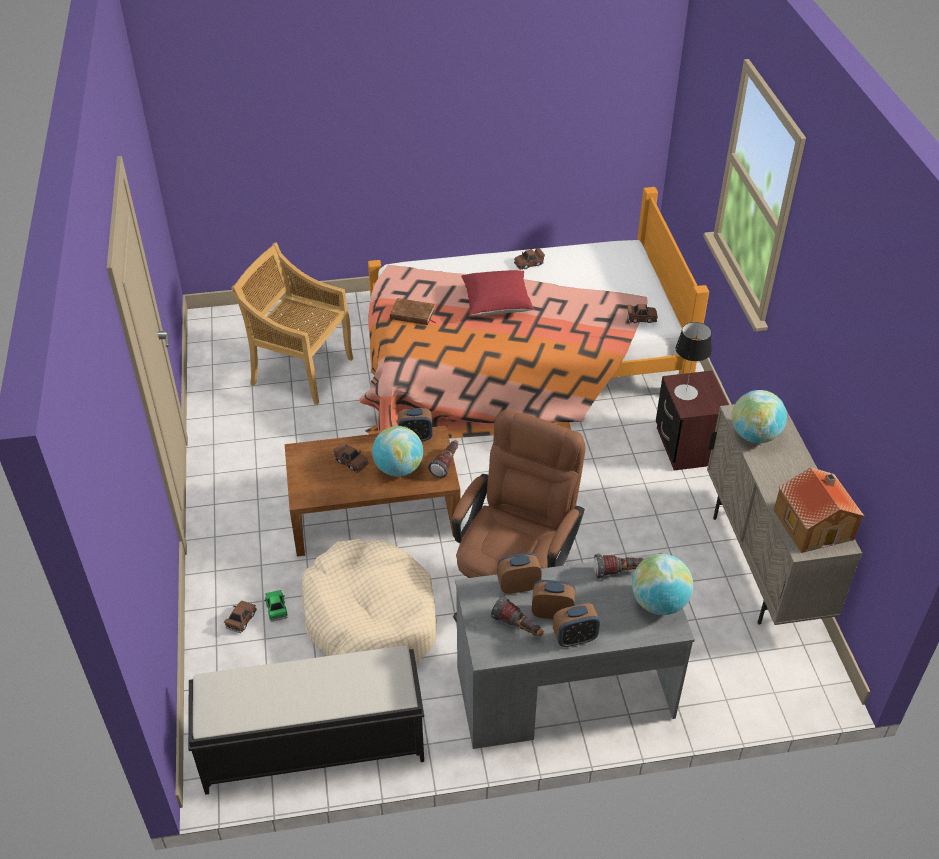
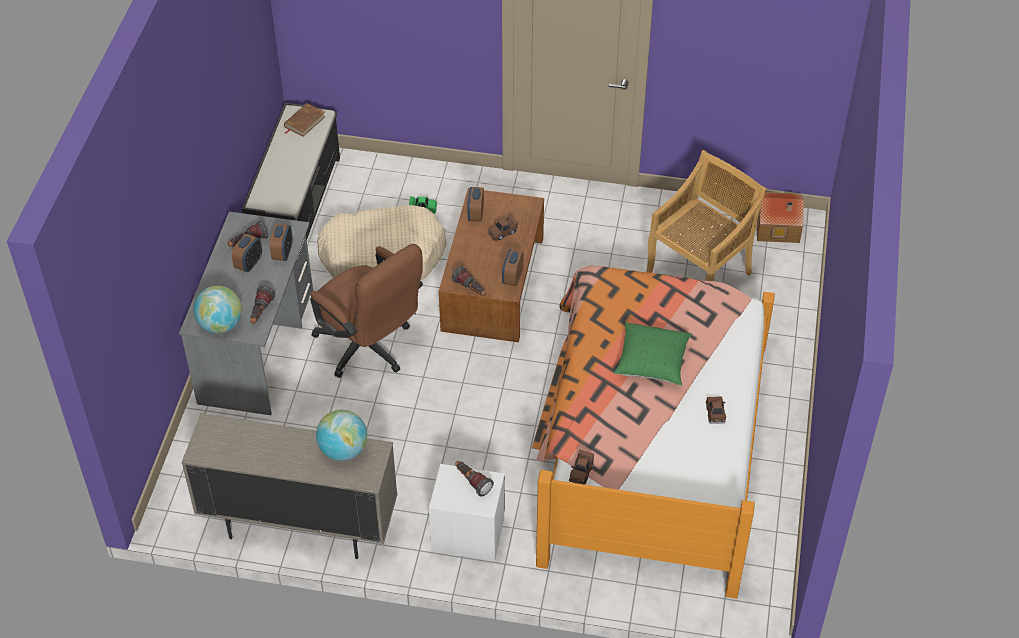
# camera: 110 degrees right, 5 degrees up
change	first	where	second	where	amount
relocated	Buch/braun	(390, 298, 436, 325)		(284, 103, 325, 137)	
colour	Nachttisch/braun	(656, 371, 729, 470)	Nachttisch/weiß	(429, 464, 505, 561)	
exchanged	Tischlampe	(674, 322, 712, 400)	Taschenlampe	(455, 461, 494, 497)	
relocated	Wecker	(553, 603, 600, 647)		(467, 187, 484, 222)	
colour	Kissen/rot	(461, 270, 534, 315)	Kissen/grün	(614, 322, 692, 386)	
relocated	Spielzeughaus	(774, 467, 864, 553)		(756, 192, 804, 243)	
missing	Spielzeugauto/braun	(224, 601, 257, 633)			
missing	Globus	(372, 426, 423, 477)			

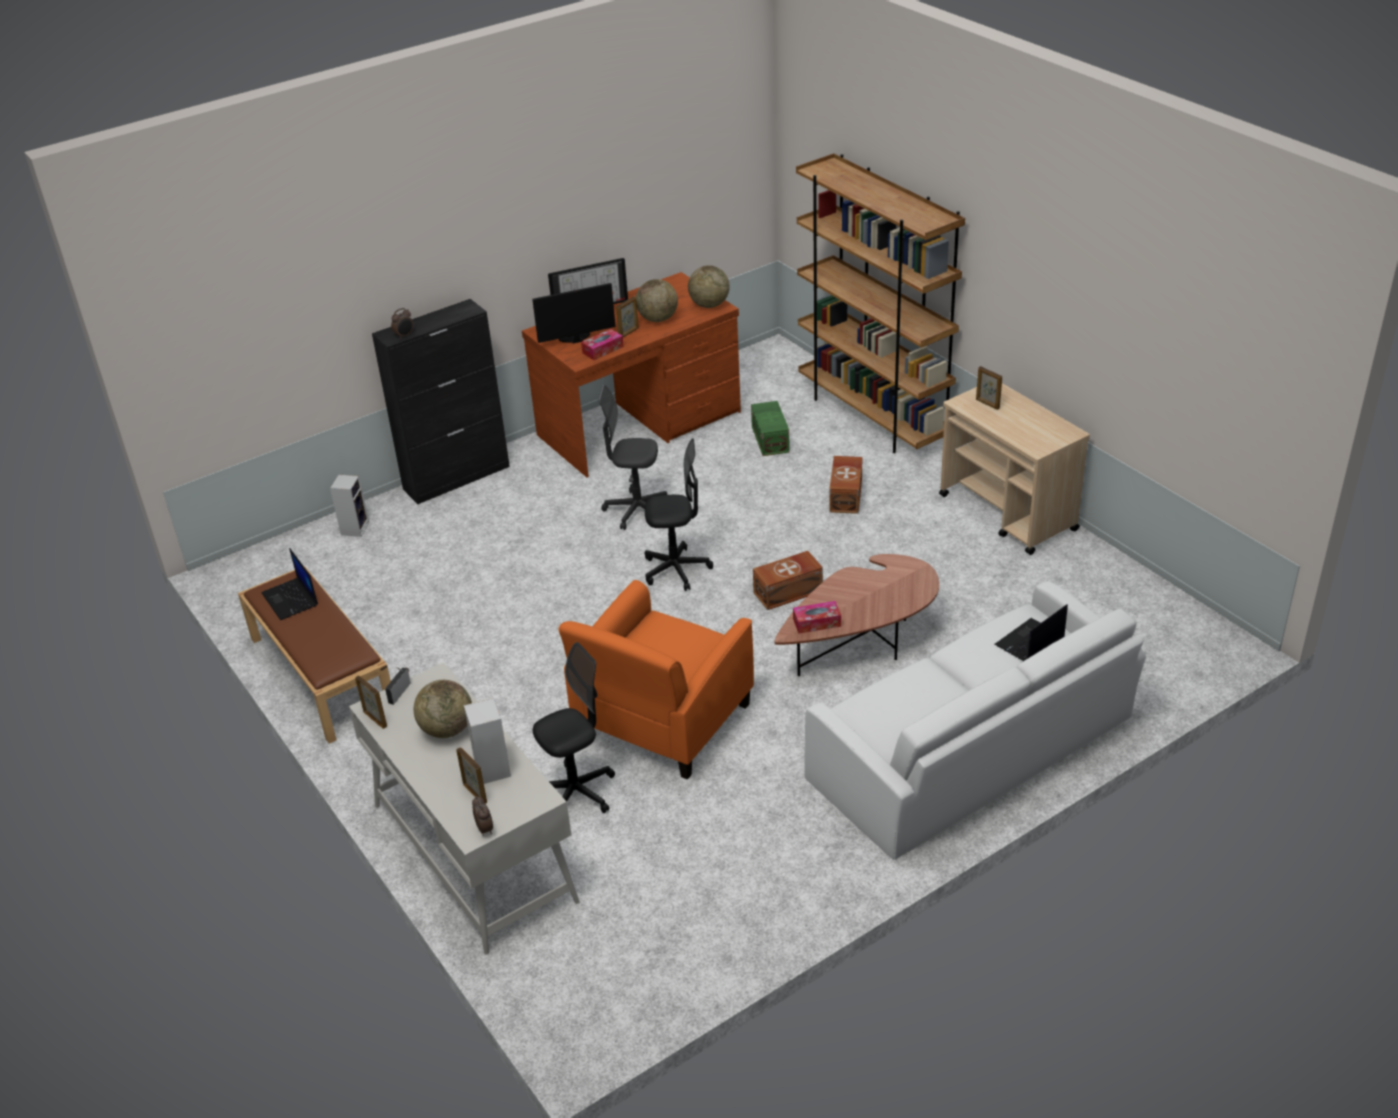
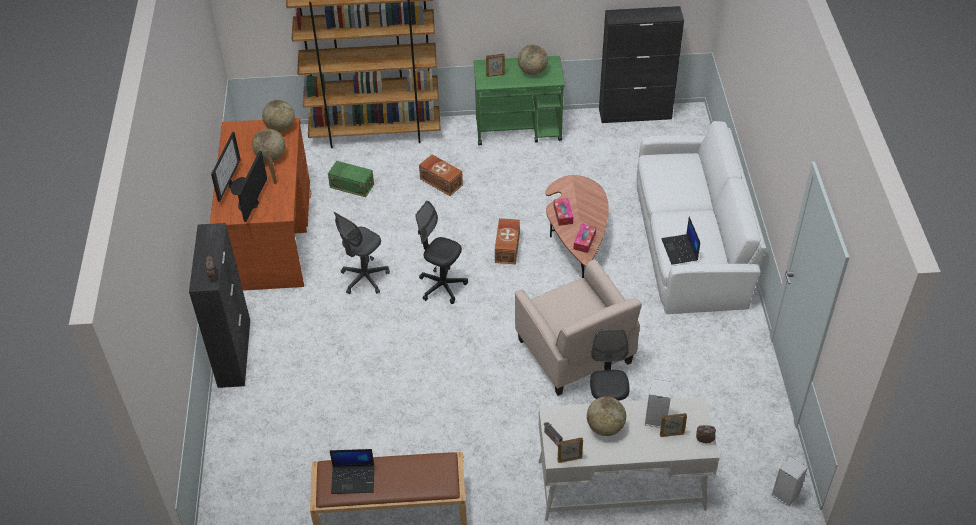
# camera: 60 degrees left, 10 degrees up
change	first	where	second	where	amount
spun	Bürostuhl/schwarz	(645, 438, 713, 591)		(415, 201, 468, 304)	90 degrees counterclockwise
colour	Rollwagen/beige	(939, 383, 1090, 555)	Rollwagen/grün	(474, 56, 565, 145)	
colour	Sessel/orange	(559, 580, 754, 780)	Sessel/beige	(515, 259, 642, 396)	
appeared			Globus	(518, 44, 548, 75)	
relocated	Taschentuchbox	(581, 329, 624, 360)		(554, 198, 573, 226)	
appeared			Schrank/schwarz	(599, 6, 684, 123)	
relocated	Laptop	(994, 604, 1068, 661)		(661, 217, 700, 265)	
relocated	Lautsprecher	(330, 475, 369, 537)		(772, 456, 808, 507)	

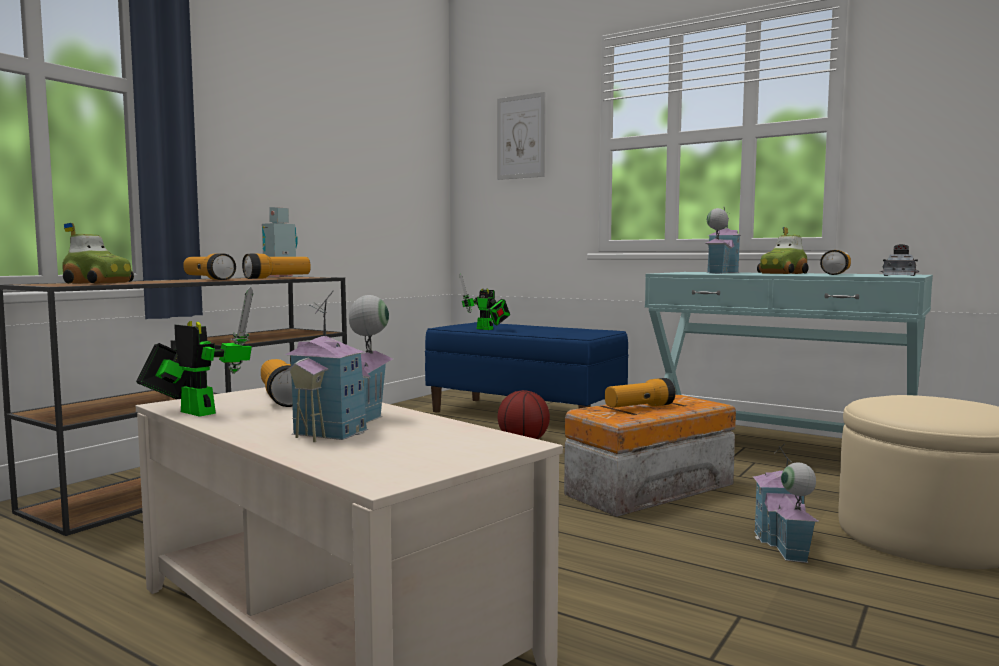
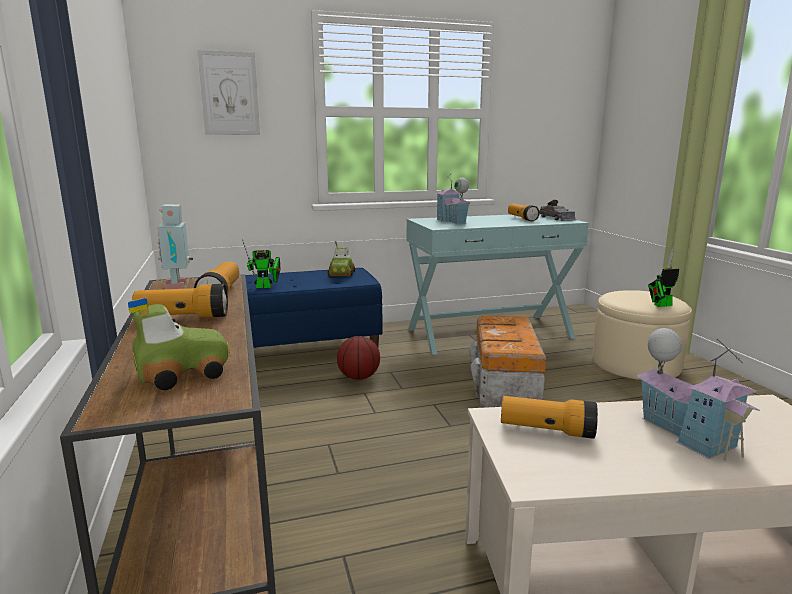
# camera: 50 degrees left, 10 degrees up
change	first	where	second	where	amount
relocated	Spielzeugauto	(757, 227, 809, 274)		(328, 241, 355, 276)	
relocated	Spielzeugroboter	(136, 286, 253, 417)		(648, 248, 679, 307)	
missing	Taschenlampe	(605, 378, 676, 408)			
missing	Spielzeughaus	(753, 444, 818, 563)			

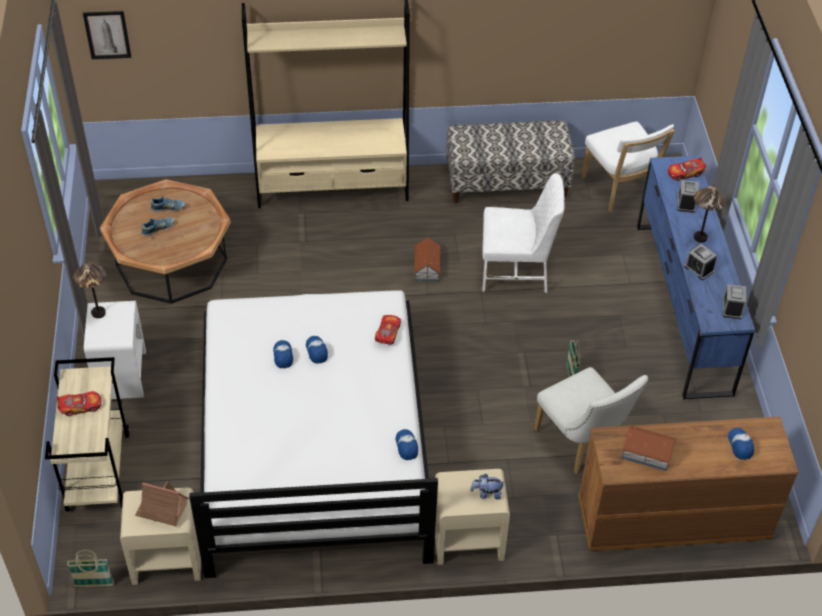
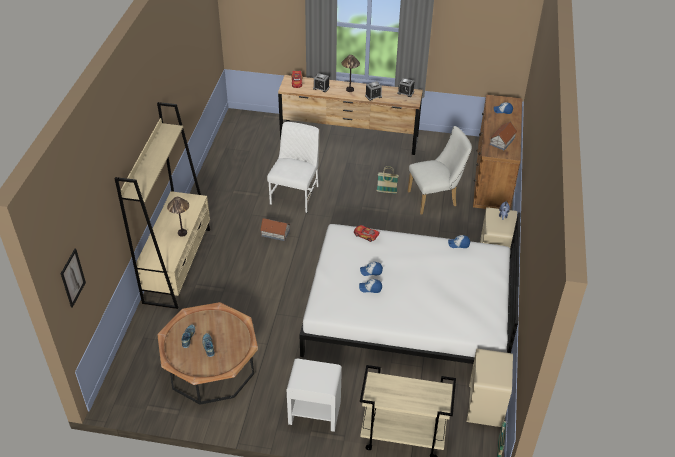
# camera: 75 degrees left, 5 degrees down
change	first	where	second	where	amount
relocated	Tischlampe	(73, 262, 107, 318)		(167, 197, 189, 237)	
colour	Kommode/blau	(637, 156, 755, 400)	Kommode/braun	(278, 75, 423, 155)	
missing	Spielzeugauto	(57, 391, 101, 416)			
missing	Spielzeughaus	(135, 481, 189, 526)			
missing	Bank	(447, 120, 575, 203)			
missing	Stuhl/weiß	(581, 122, 675, 212)			

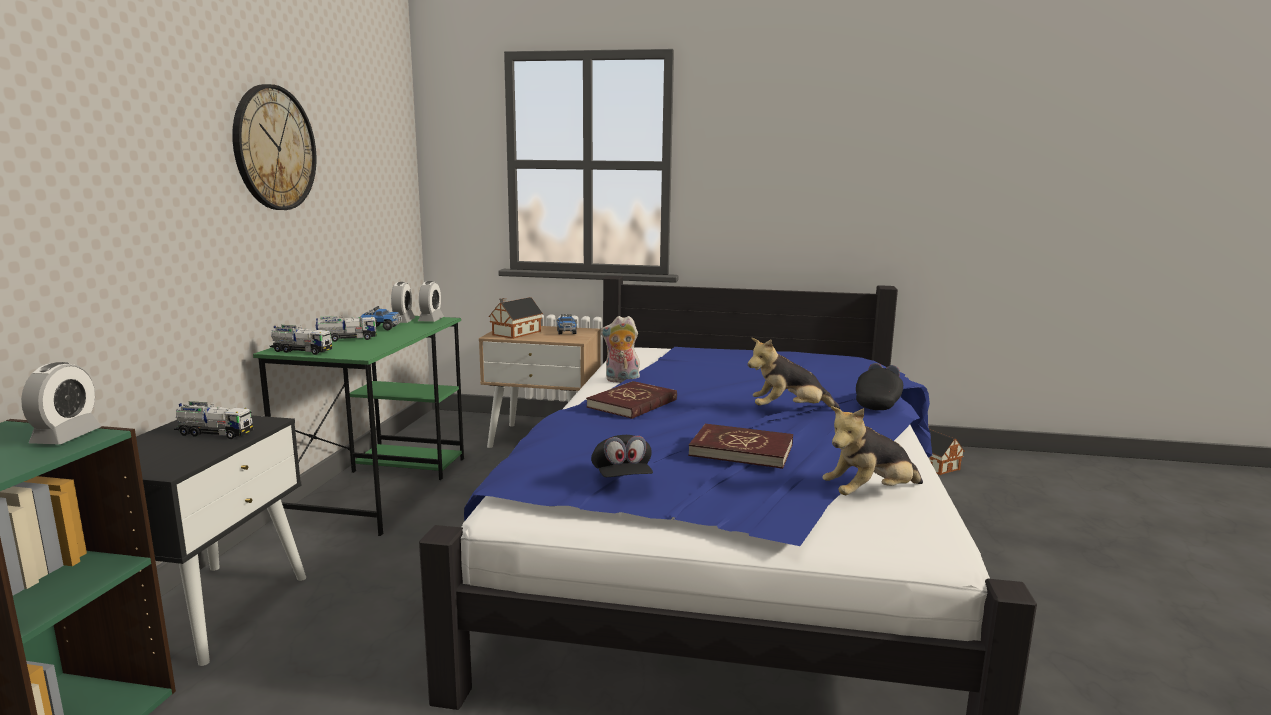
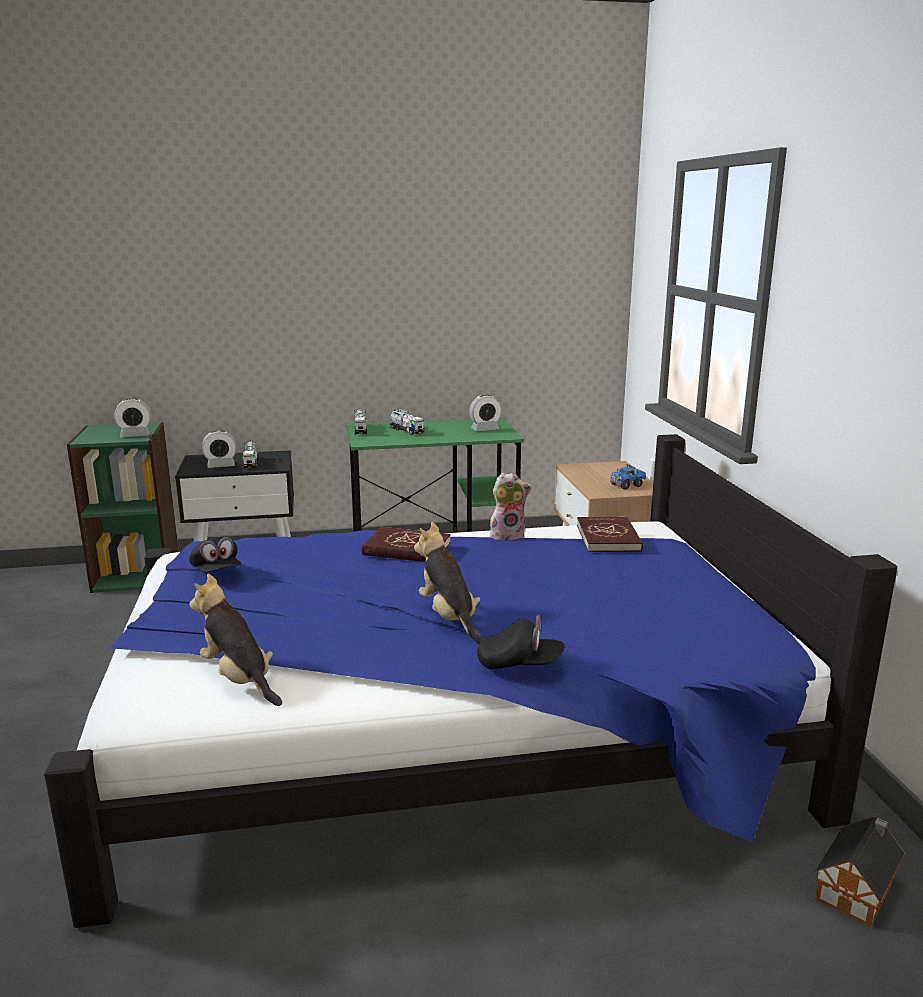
# camera: 70 degrees right, 5 degrees up
change	first	where	second	where	amount
spun	Kappe/schwarz	(591, 435, 653, 477)		(189, 537, 241, 572)	90 degrees counterclockwise
relocated	Wecker	(418, 281, 444, 322)		(202, 430, 236, 468)	
spun	Plüschtier	(600, 316, 640, 383)		(490, 473, 532, 540)	90 degrees clockwise
relocated	Buch/rot	(688, 424, 793, 469)		(577, 517, 643, 552)	
missing	Wanduhr	(232, 84, 316, 210)			
missing	Spielzeuglaster	(360, 306, 402, 330)			
missing	Spielzeughaus	(489, 297, 543, 339)			

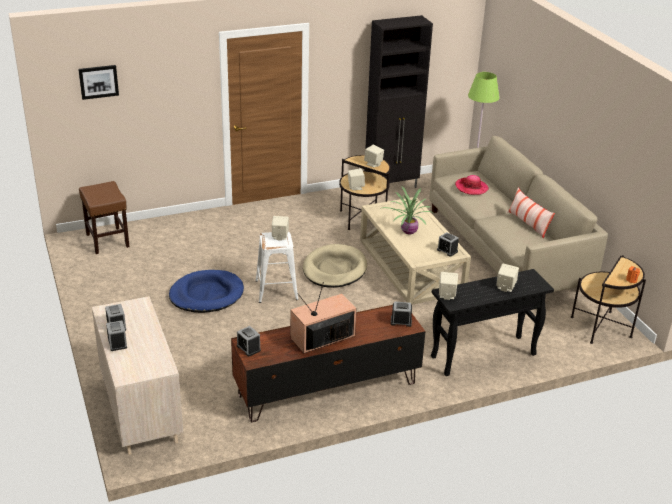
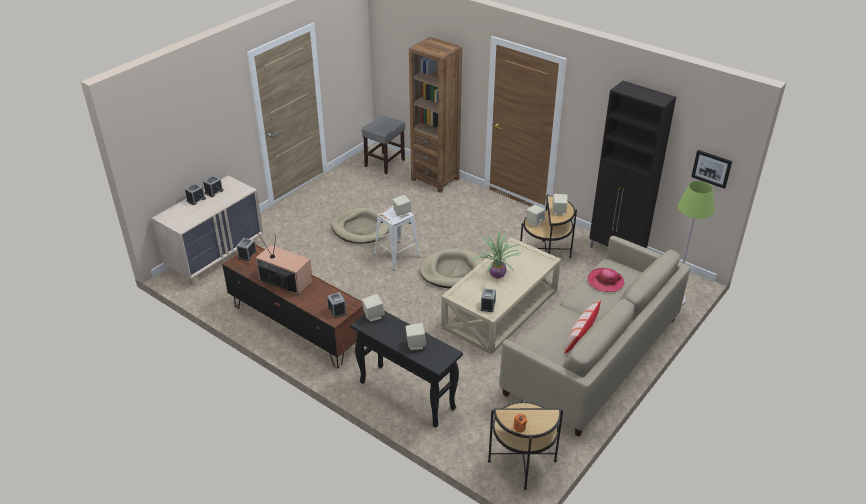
# camera: 60 degrees right, 5 degrees up
change	first	where	second	where	amount
colour	Hundebett/blau	(169, 270, 244, 313)	Hundebett/beige	(331, 208, 389, 244)	
colour	Hocker/braun	(79, 181, 130, 254)	Hocker/grau	(362, 115, 405, 174)	
appeared			Bücherregal/braun	(409, 37, 462, 193)	
relocated	Bild	(78, 65, 119, 100)		(691, 150, 732, 189)	

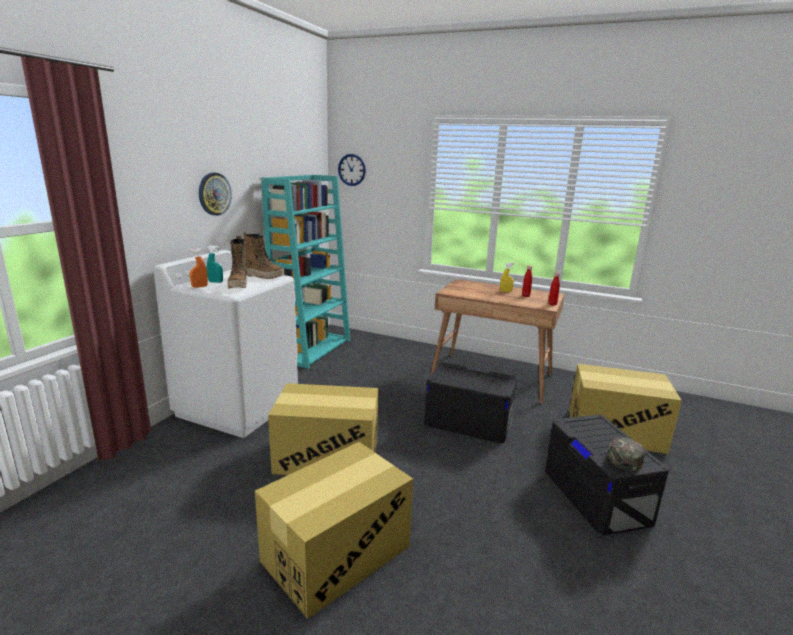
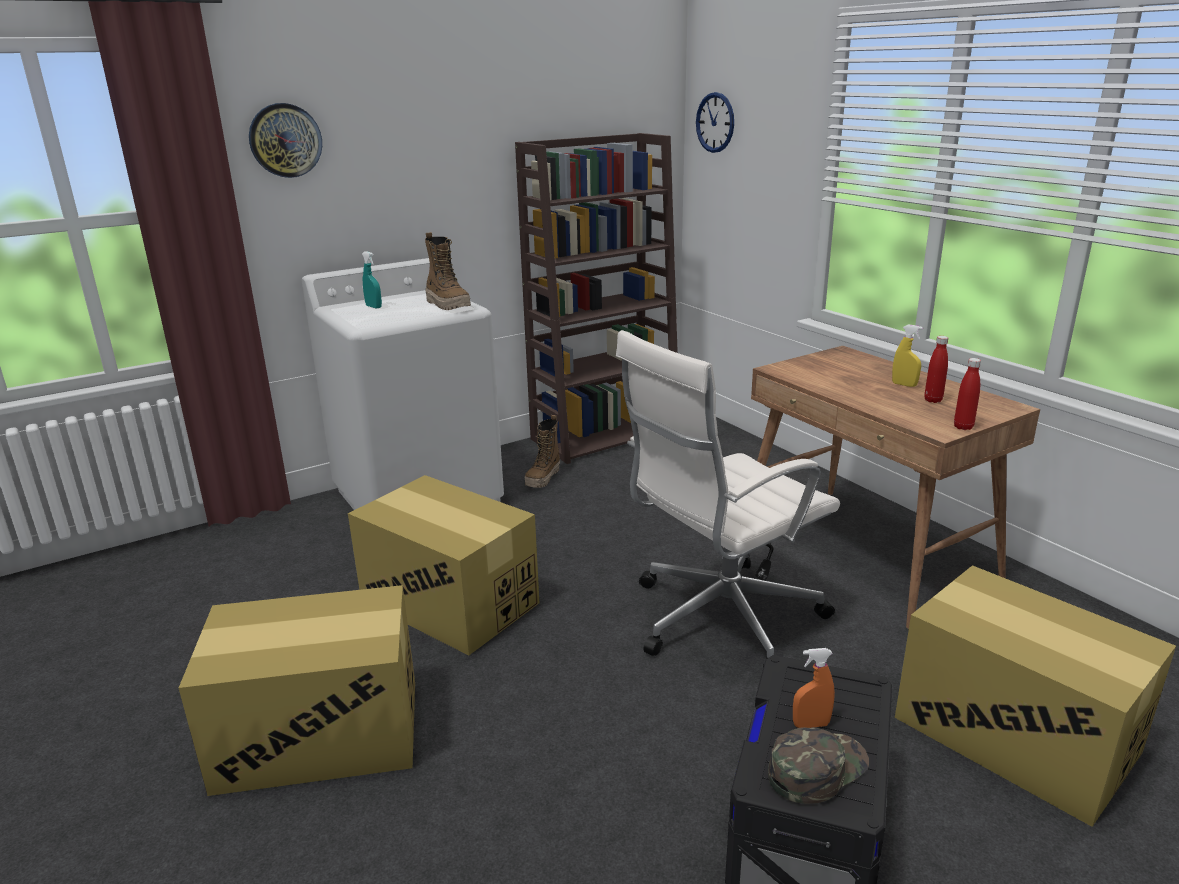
# camera: 35 degrees right, 5 degrees up
change	first	where	second	where	amount
relocated	Wanduhr	(199, 173, 232, 216)		(249, 103, 322, 178)	
colour	Bücherregal/türkis	(261, 175, 350, 369)	Bücherregal/braun	(515, 133, 678, 464)	
relocated	Stiefel	(227, 236, 247, 289)		(525, 415, 560, 488)	
exchanged	Aufbewahrungsbox/schwarz	(424, 362, 517, 443)	Bürostuhl/weiß	(616, 330, 840, 666)	
relocated	Sprühflasche/orange	(189, 249, 208, 288)		(793, 648, 835, 728)	

